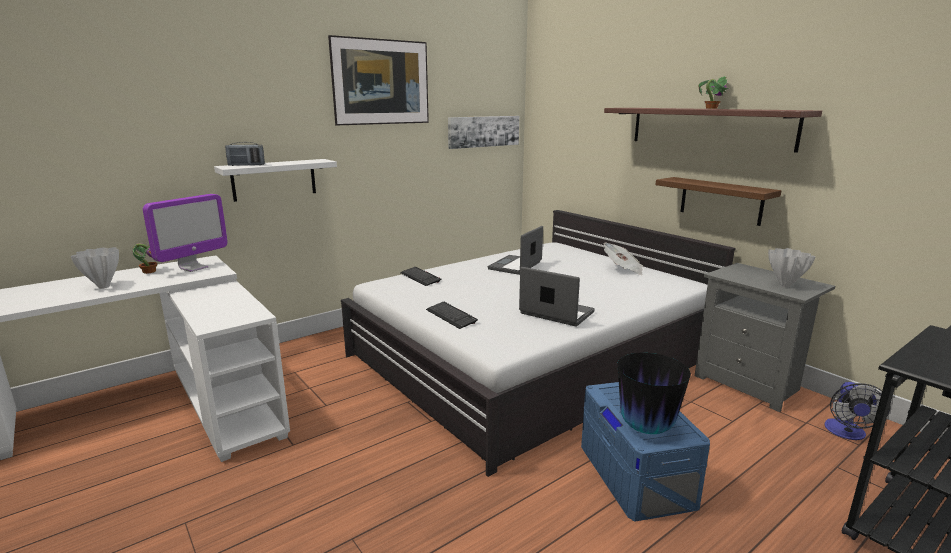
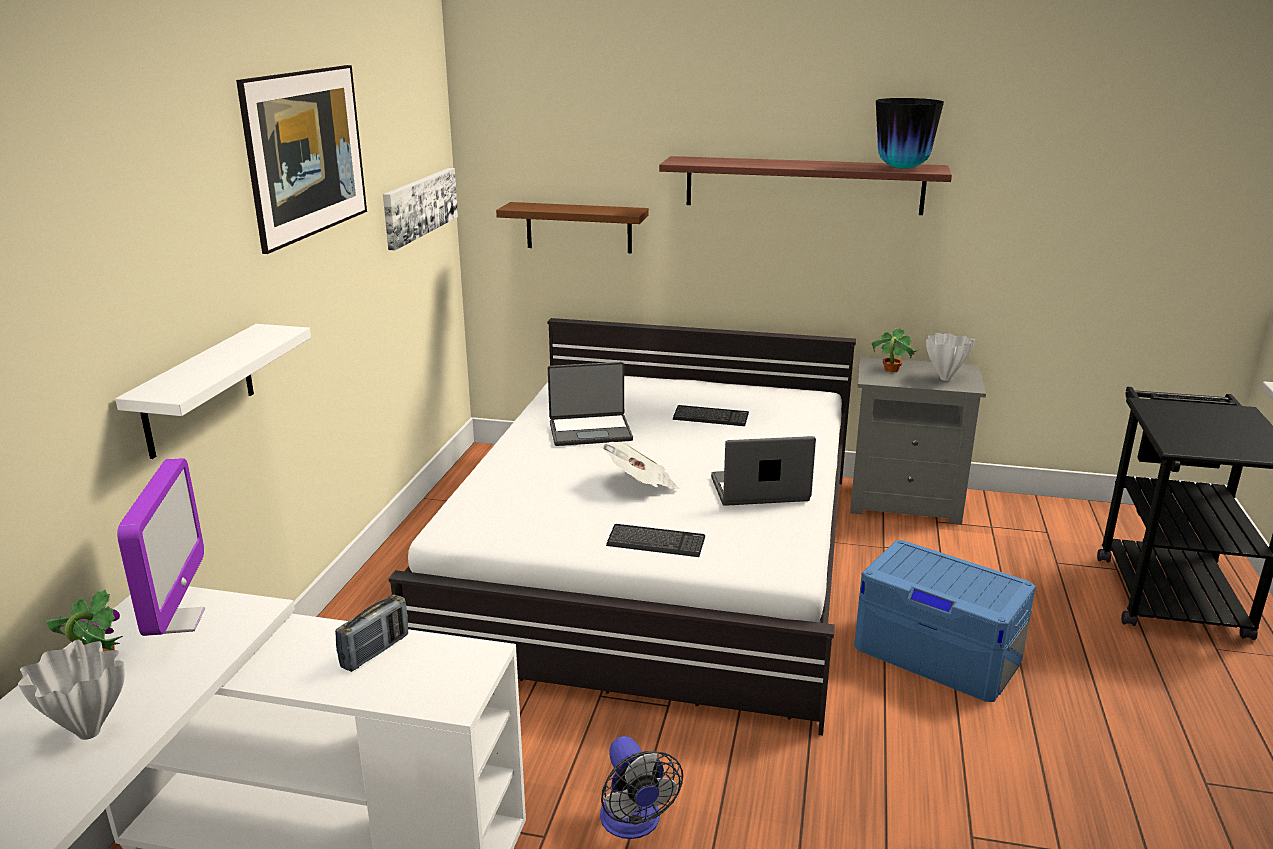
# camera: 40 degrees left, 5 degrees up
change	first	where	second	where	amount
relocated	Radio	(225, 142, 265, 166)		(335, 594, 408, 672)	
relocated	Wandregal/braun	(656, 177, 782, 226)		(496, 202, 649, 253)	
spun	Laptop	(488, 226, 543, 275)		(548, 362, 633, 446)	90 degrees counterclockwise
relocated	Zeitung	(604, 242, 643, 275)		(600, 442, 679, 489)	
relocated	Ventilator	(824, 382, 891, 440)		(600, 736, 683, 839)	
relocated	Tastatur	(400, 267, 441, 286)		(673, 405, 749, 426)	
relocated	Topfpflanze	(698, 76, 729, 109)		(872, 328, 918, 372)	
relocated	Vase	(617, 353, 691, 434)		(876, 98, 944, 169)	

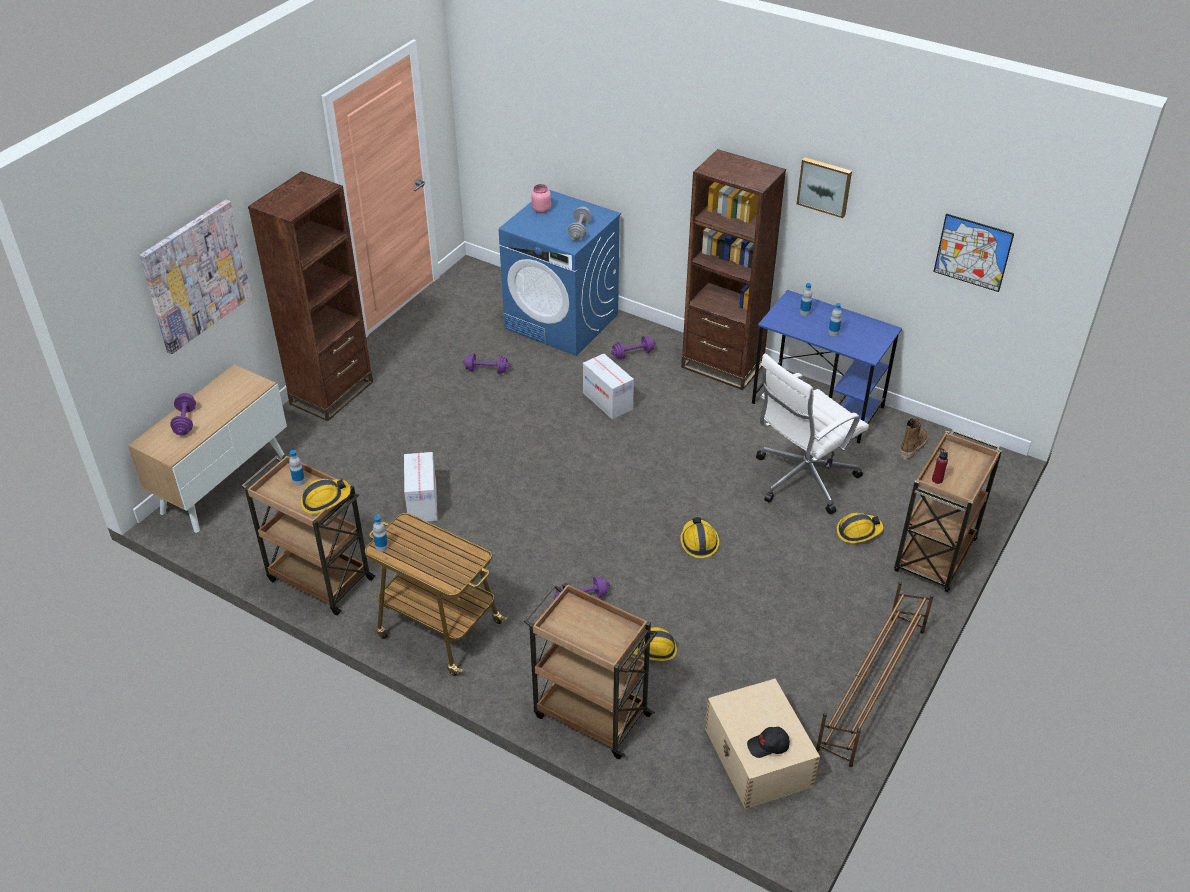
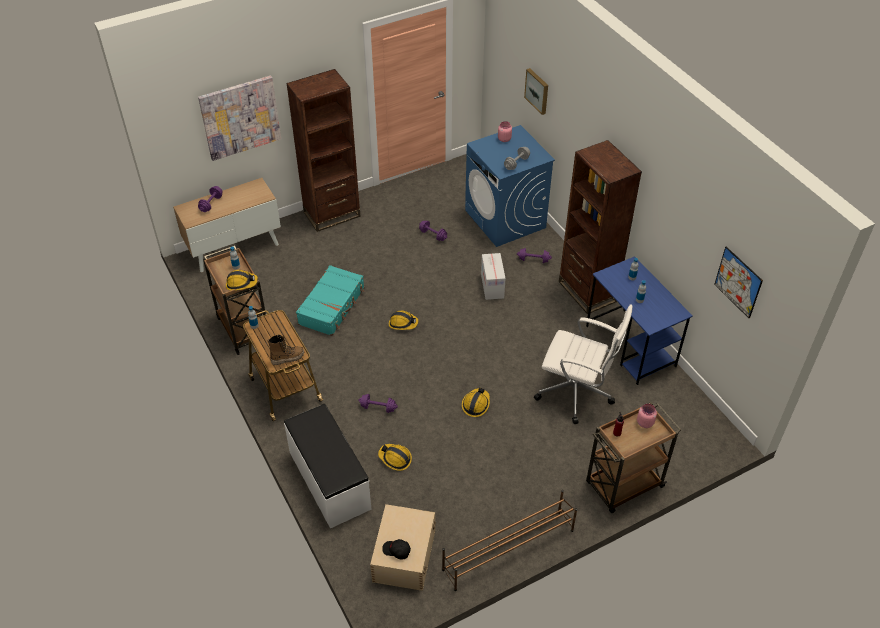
# camera: 30 degrees right, 5 degrees up
change	first	where	second	where	amount
relocated	Stiefel	(900, 418, 928, 460)		(267, 335, 304, 365)	
exchanged	Rollwagen/braun	(524, 582, 657, 759)	Bank/weiß	(284, 404, 372, 529)	
exchanged	Karton	(404, 452, 437, 522)	Koffer/türkis	(296, 265, 364, 336)	
relocated	Schutzhelm	(837, 513, 883, 543)		(389, 310, 419, 330)	
relocated	Bild	(797, 157, 852, 218)		(524, 68, 548, 115)	
spun	Bürostuhl/weiß	(756, 354, 869, 514)		(534, 304, 633, 424)	150 degrees counterclockwise
appeared			Vorratsglas/rosa	(637, 404, 657, 428)	

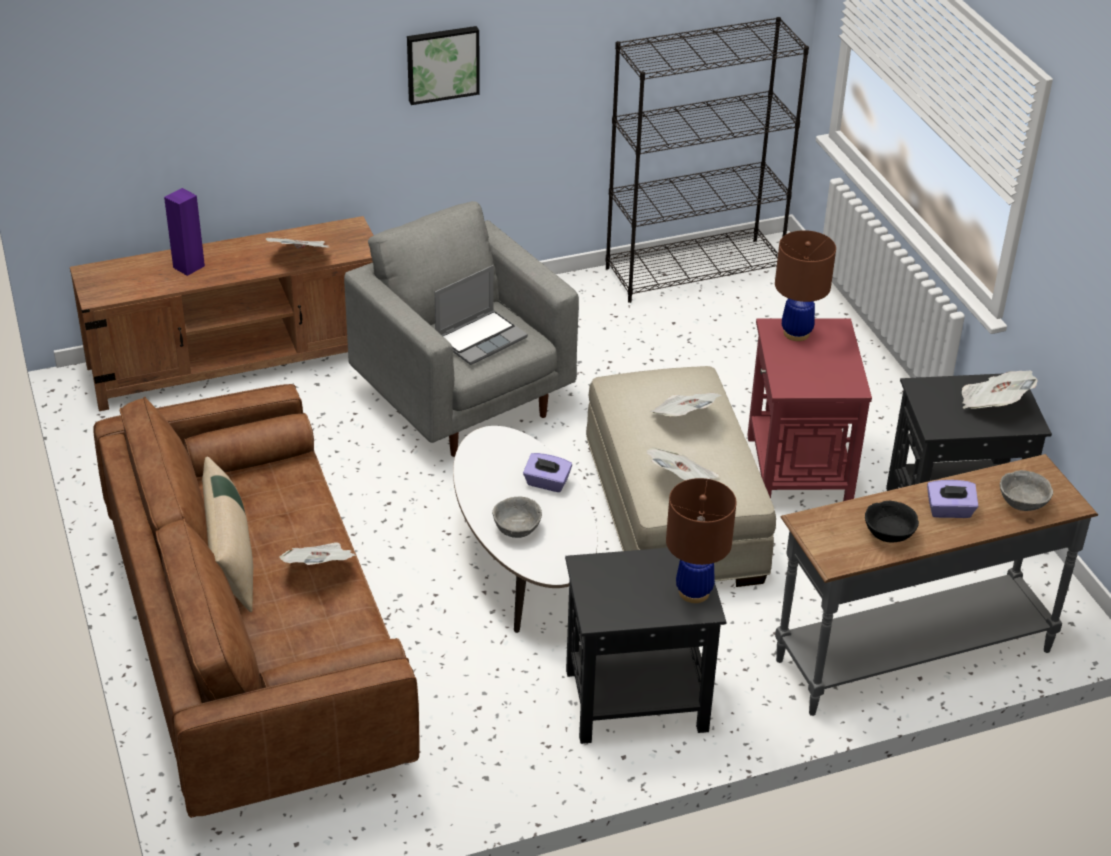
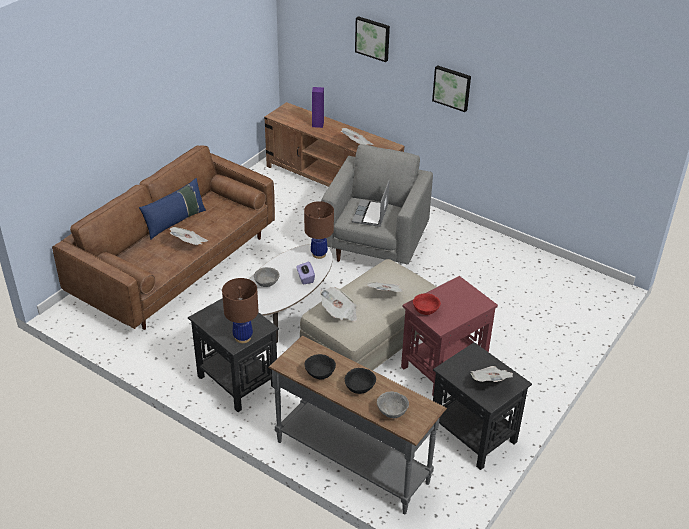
# camera: 55 degrees right, 0 degrees up
change	first	where	second	where	amount
colour	Kissen/beige	(202, 457, 253, 612)	Kissen/blau	(139, 178, 206, 240)	
relocated	Tischlampe/braun	(775, 230, 836, 341)		(304, 201, 334, 259)	
exchanged	Taschentuchbox/lila	(927, 480, 978, 518)	Schüssel/schwarz	(345, 368, 376, 394)	
spun	Laptop	(435, 265, 528, 365)		(352, 181, 390, 227)	90 degrees clockwise
appeared			Bild	(355, 16, 390, 62)	
appeared			Schüssel/rot	(413, 293, 441, 315)	
missing	Bücherregal/schwarz	(606, 17, 809, 303)			

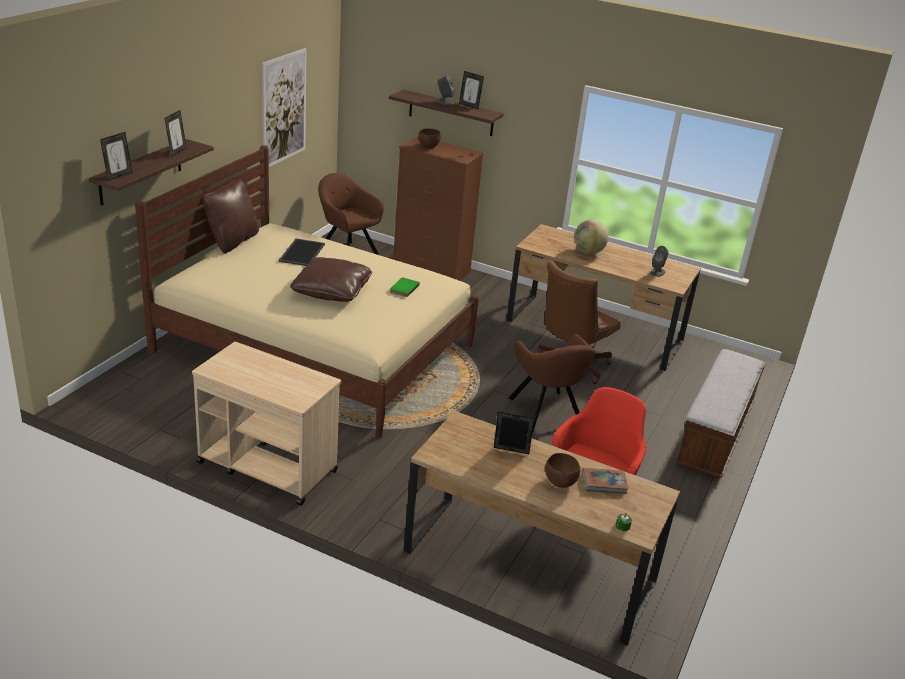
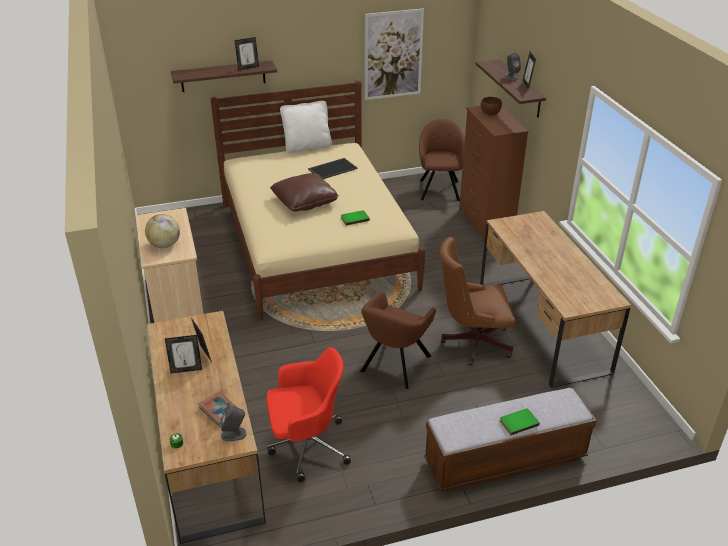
# camera: 50 degrees right, 5 degrees up
change	first	where	second	where	amount
relocated	Globus	(574, 220, 609, 254)		(145, 214, 180, 248)	
relocated	Bilderrahmen	(100, 132, 132, 181)		(165, 335, 202, 373)	
relocated	Lautsprecher/grau	(650, 246, 668, 277)		(221, 405, 247, 441)	
colour	Kissen/braun	(203, 179, 259, 254)	Kissen/weiß	(280, 101, 332, 153)	
appeared			Buch/grün	(500, 408, 540, 435)	
missing	Schüssel/braun	(545, 453, 580, 488)			

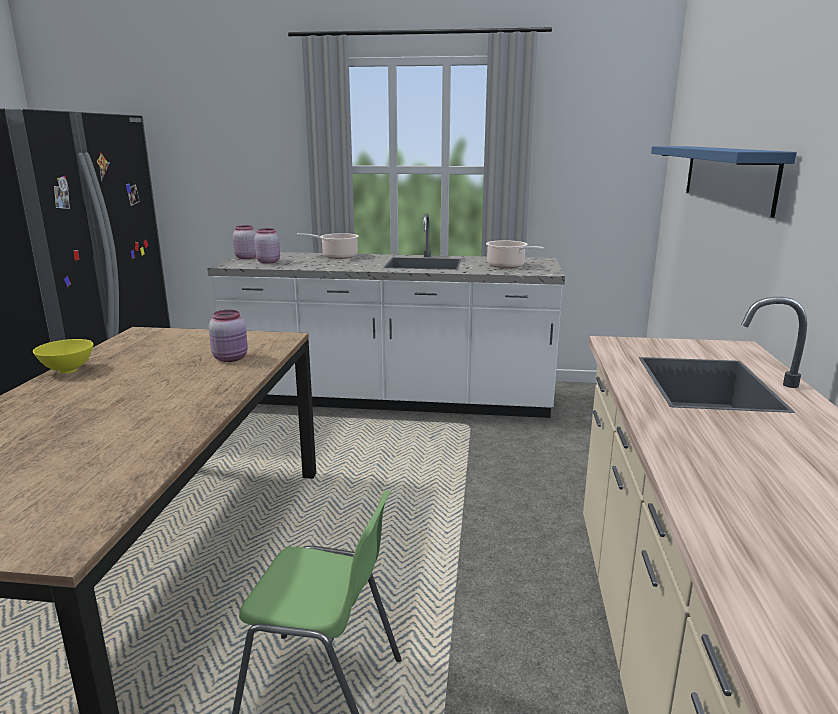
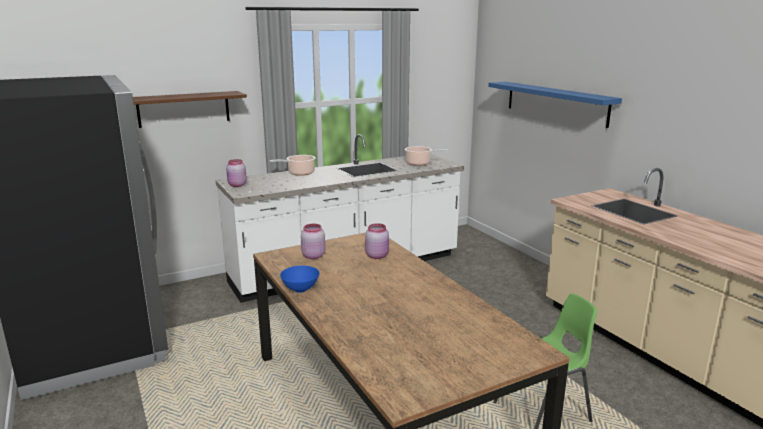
# camera: 35 degrees left, 0 degrees up
change	first	where	second	where	amount
appeared			Wandregal/braun	(133, 91, 247, 128)	
colour	Schüssel/gelb	(33, 339, 93, 373)	Schüssel/blau	(280, 266, 319, 293)	
relocated	Vorratsglas/rosa	(254, 228, 280, 264)		(301, 224, 325, 259)	

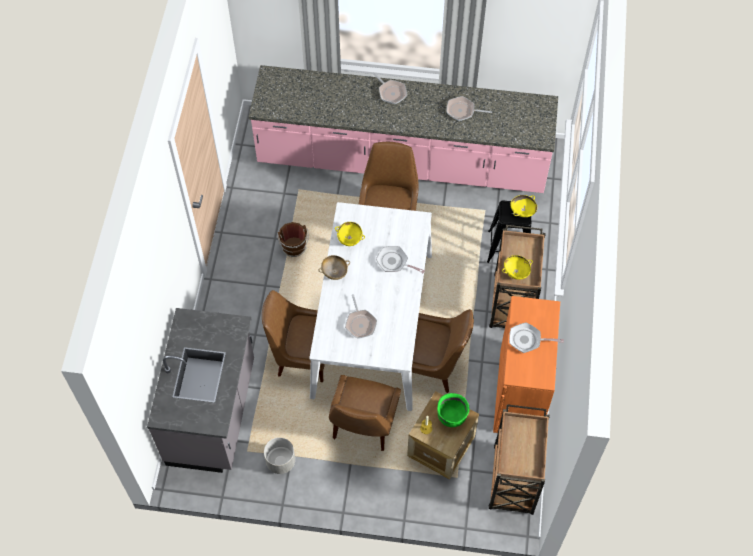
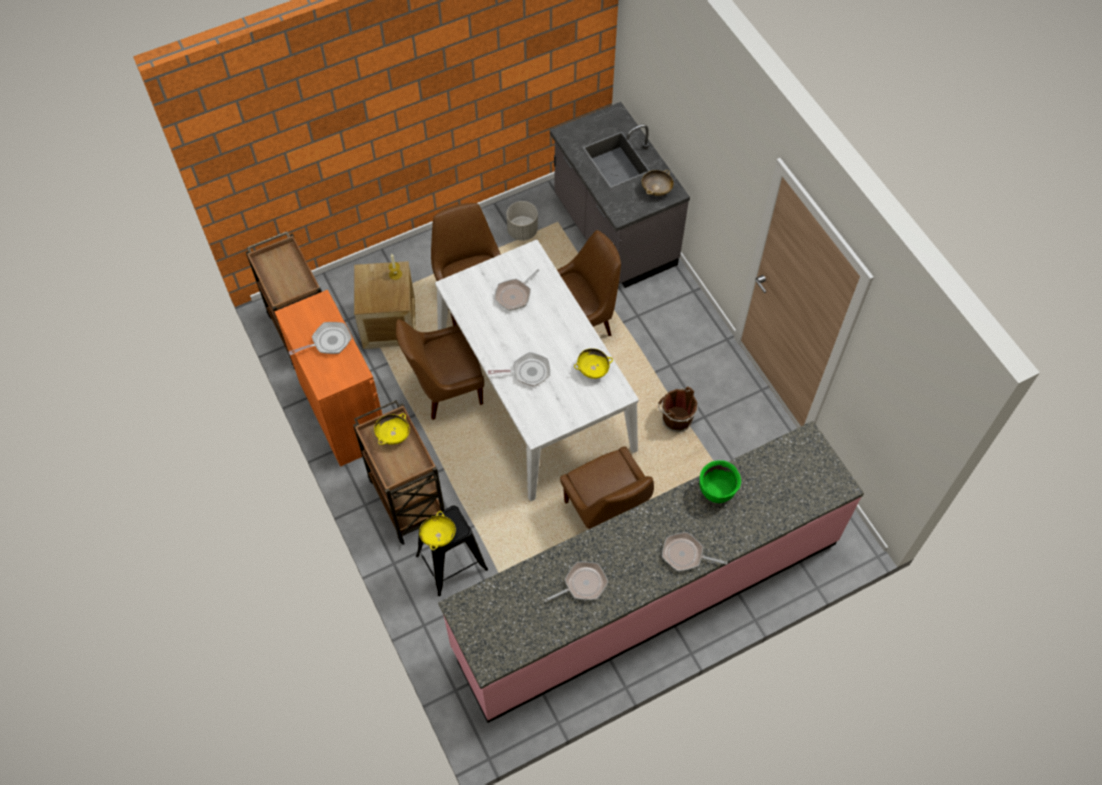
# camera: 145 degrees right, 0 degrees up
change	first	where	second	where	amount
spun	Pfanne	(345, 294, 377, 338)		(494, 269, 540, 311)	90 degrees counterclockwise
relocated	Schüssel/beige	(319, 255, 350, 280)		(641, 170, 674, 196)	
relocated	Kochtopf/grün	(437, 393, 469, 427)		(699, 460, 741, 503)	

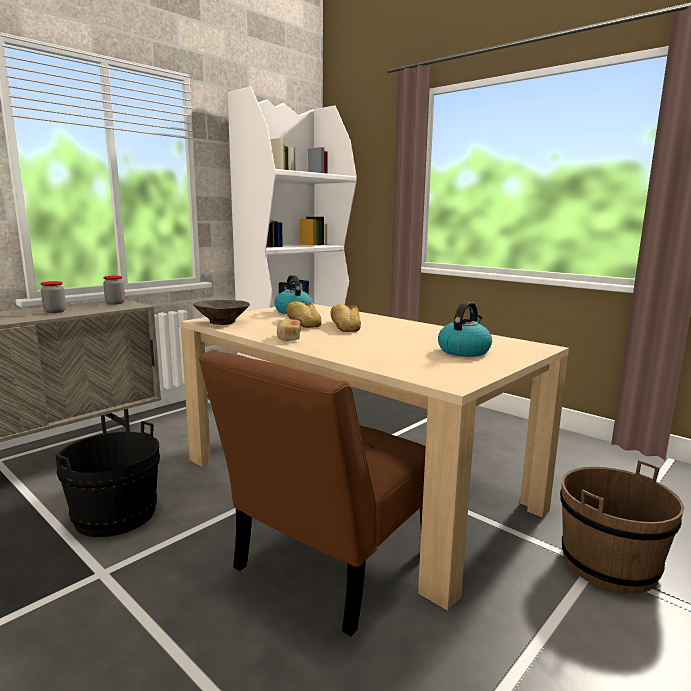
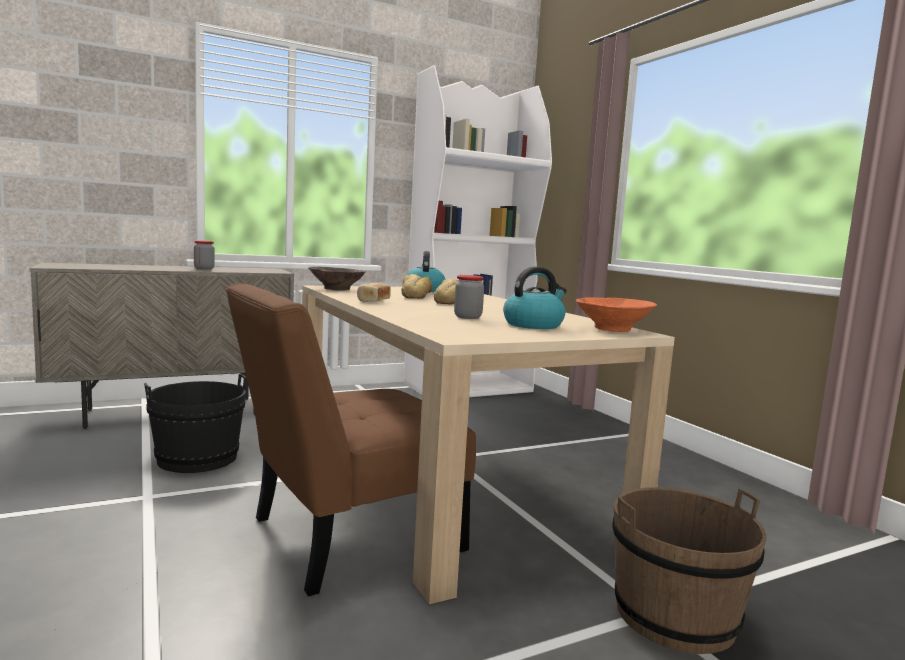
# camera: 20 degrees right, 5 degrees down
change	first	where	second	where	amount
relocated	Vorratsglas	(103, 276, 125, 304)		(454, 275, 484, 319)	
appeared			Schüssel/orange	(576, 297, 657, 332)	

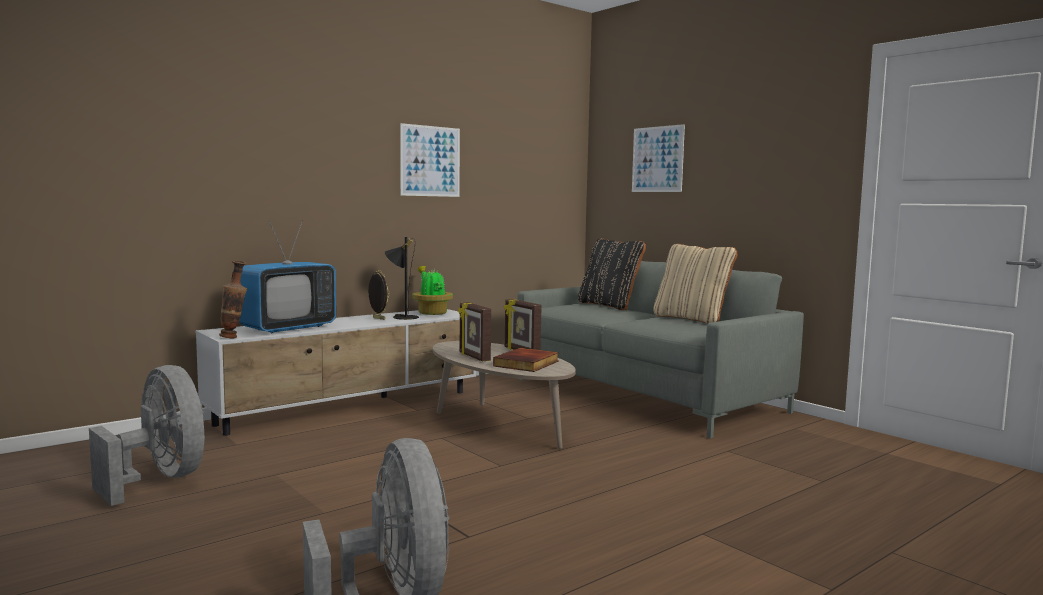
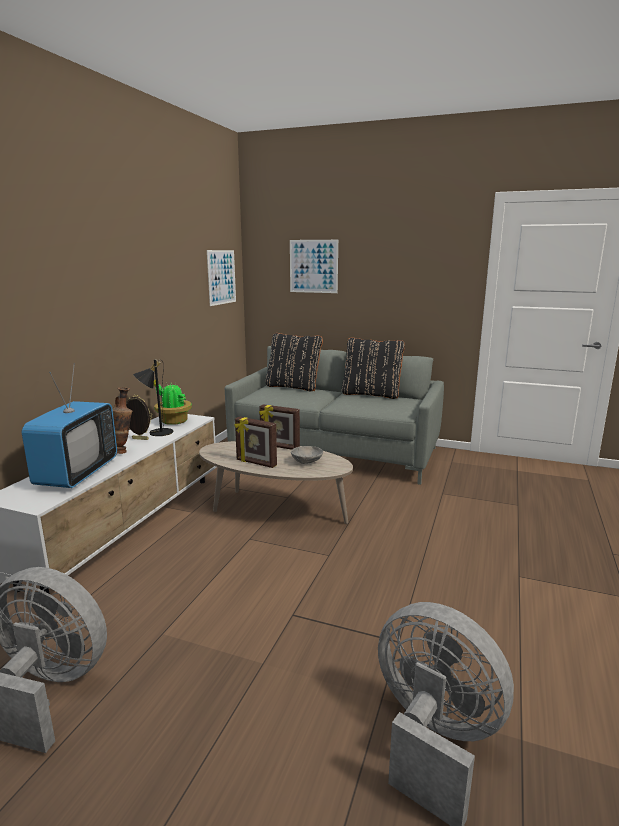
# camera: 30 degrees left, 10 degrees up
change	first	where	second	where	amount
relocated	Vase	(219, 261, 247, 338)		(113, 387, 132, 454)	
relocated	Bild	(400, 123, 460, 197)		(207, 250, 236, 306)	
exchanged	Buch	(493, 348, 559, 372)	Schüssel/grau	(291, 446, 323, 464)	
colour	Kissen/beige	(653, 244, 737, 324)	Kissen/schwarz	(342, 337, 405, 399)	

